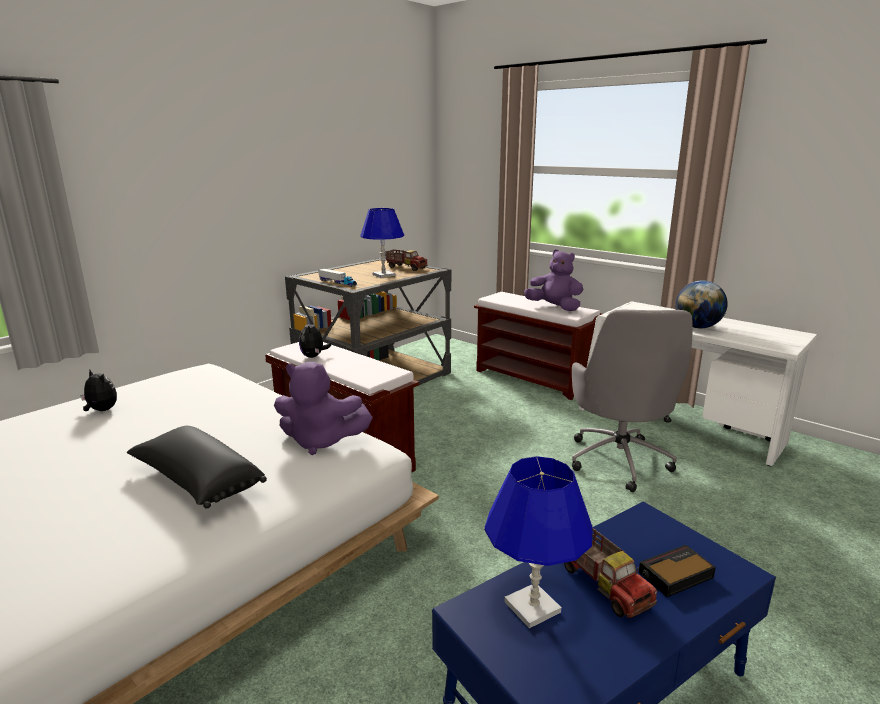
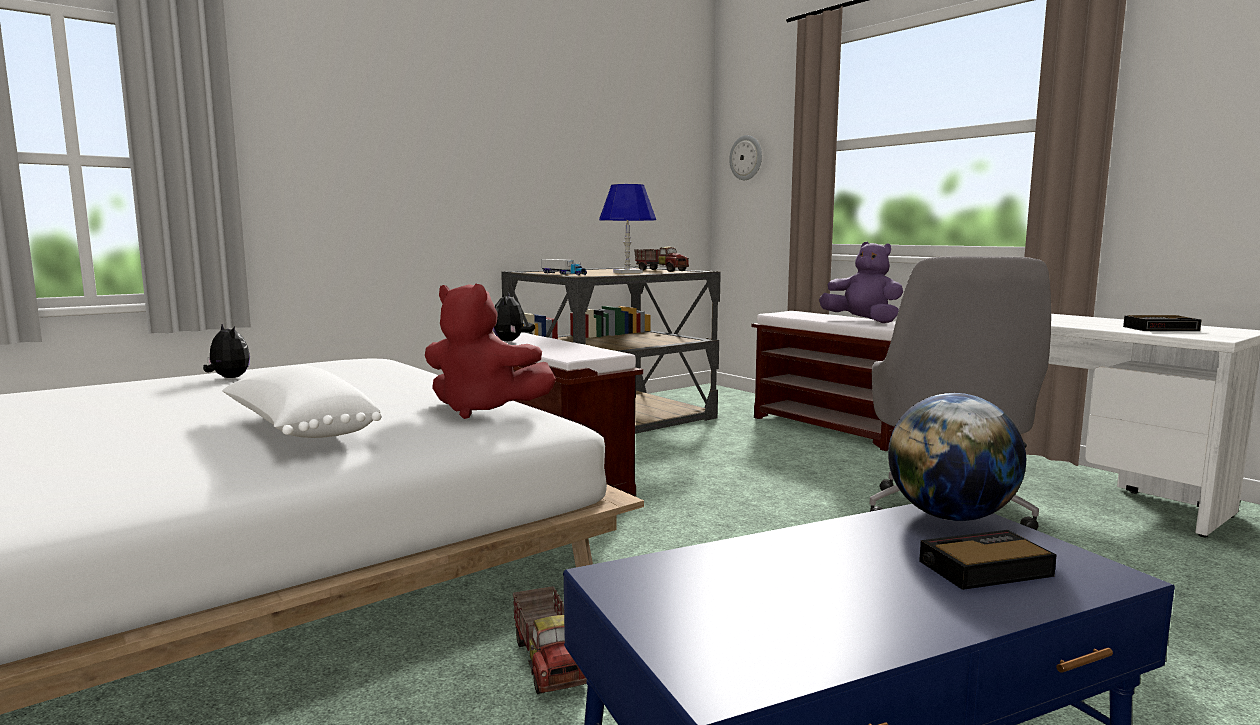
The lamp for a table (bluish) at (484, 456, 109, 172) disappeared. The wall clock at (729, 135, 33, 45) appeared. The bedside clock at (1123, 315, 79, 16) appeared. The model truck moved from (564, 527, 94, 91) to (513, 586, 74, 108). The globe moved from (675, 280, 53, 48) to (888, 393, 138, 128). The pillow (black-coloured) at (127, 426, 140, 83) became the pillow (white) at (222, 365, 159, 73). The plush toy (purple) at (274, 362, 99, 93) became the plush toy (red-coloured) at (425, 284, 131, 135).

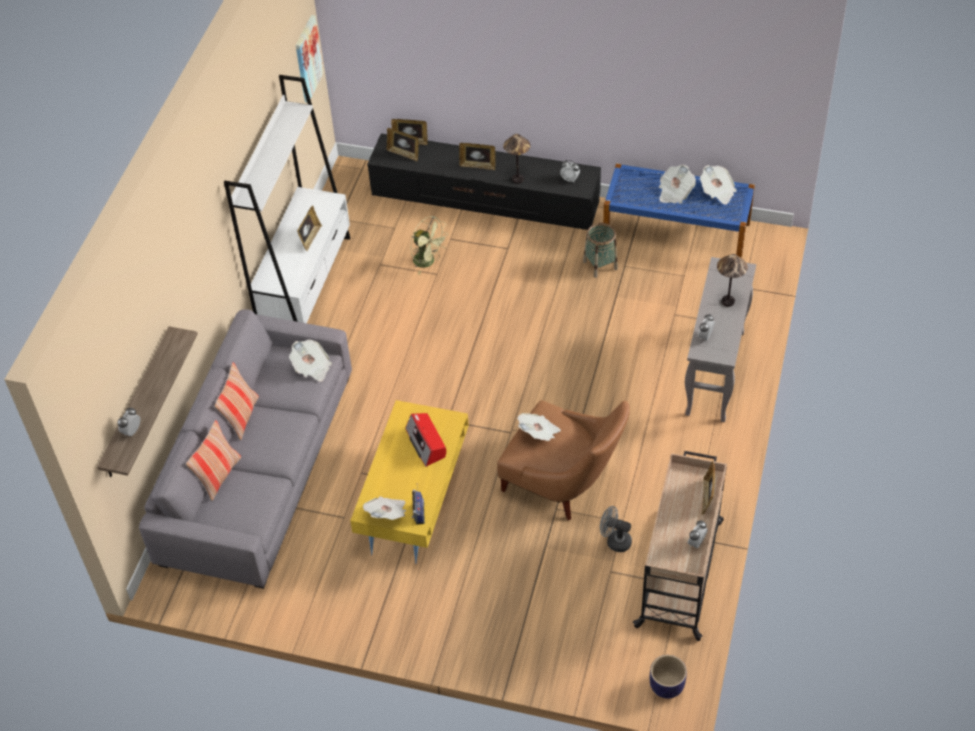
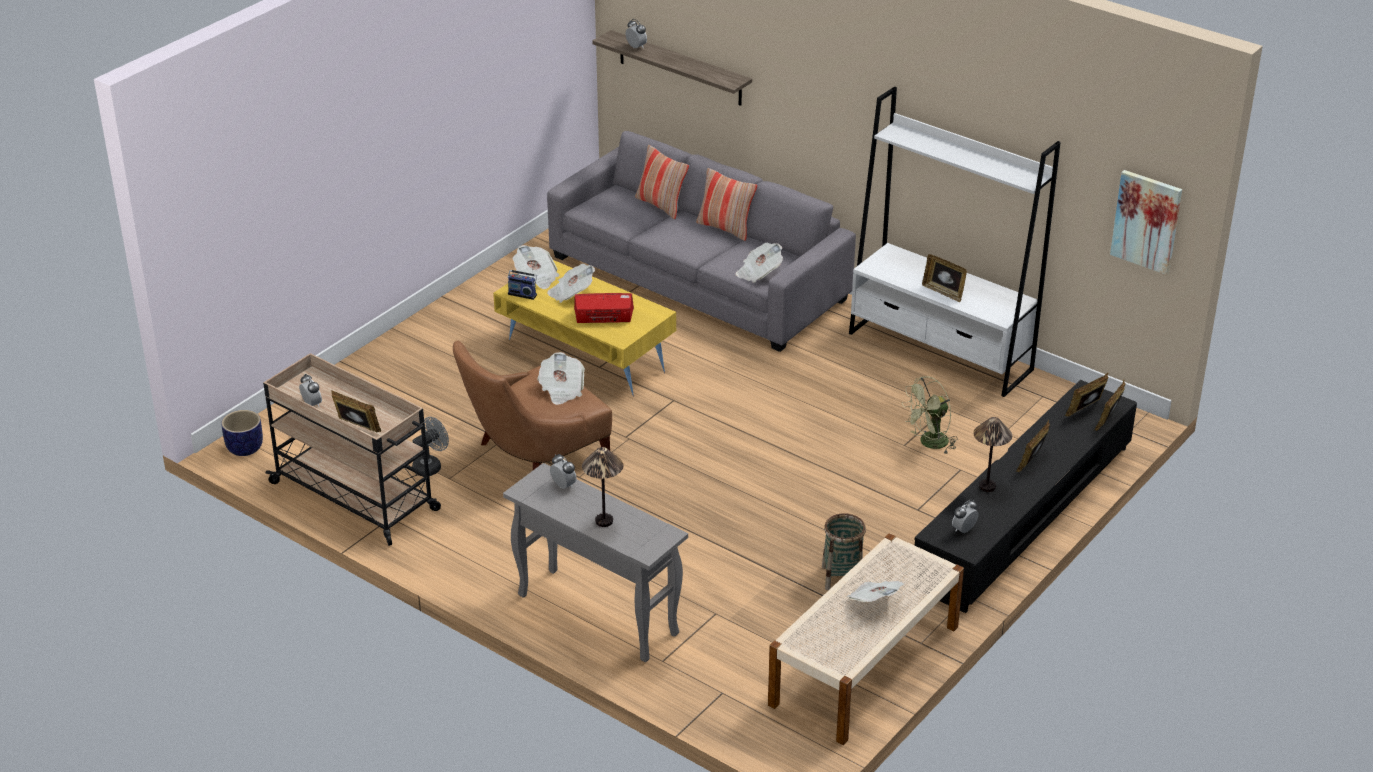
The newspaper moved from (700, 165, 37, 40) to (547, 264, 48, 39). The indoor bench (bluish) at (603, 164, 152, 94) became the indoor bench (beige-coloured) at (768, 533, 196, 212).

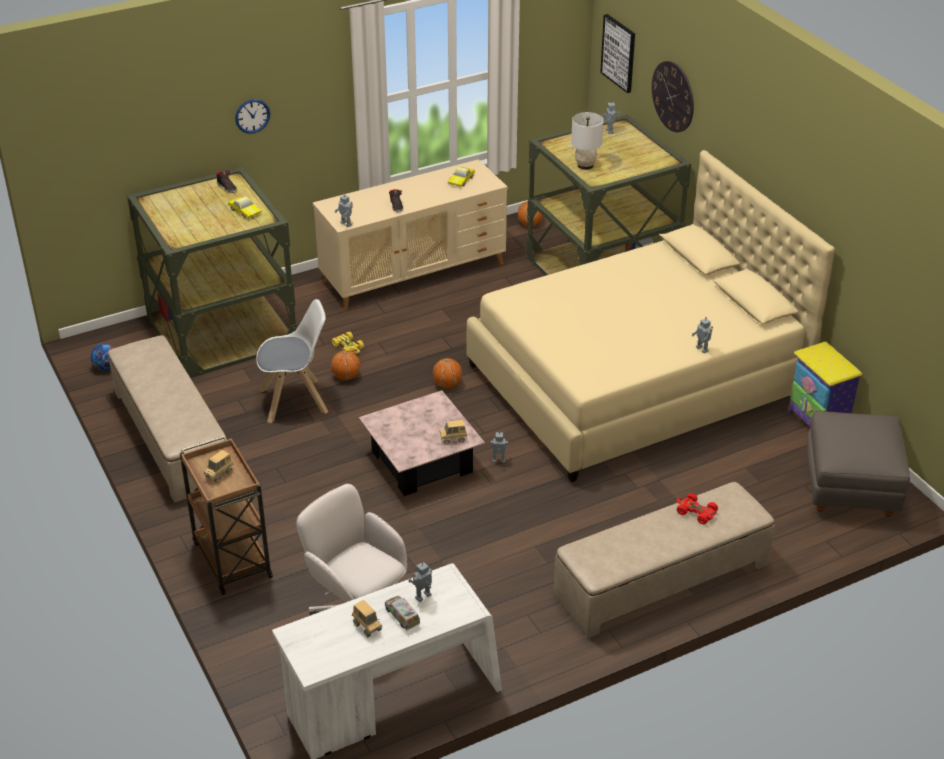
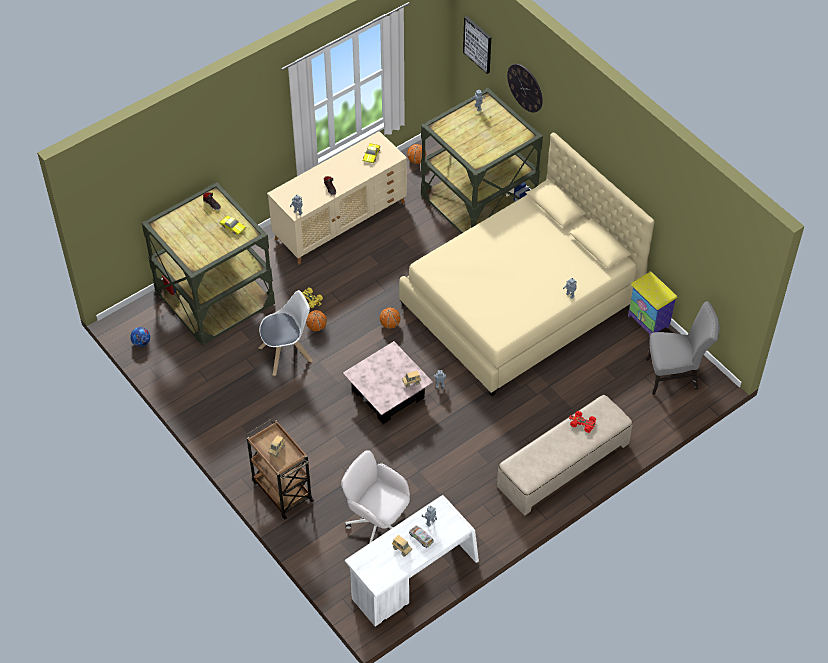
The indoor bench (beige-coloured) at (108, 335, 117, 167) disappeared. The wall clock at (235, 99, 35, 35) disappeared. The lamp for a table (white) at (571, 112, 33, 58) disappeared. The pouffe (gray) at (806, 411, 104, 106) was replaced by the upright chair (gray) at (646, 301, 74, 94).

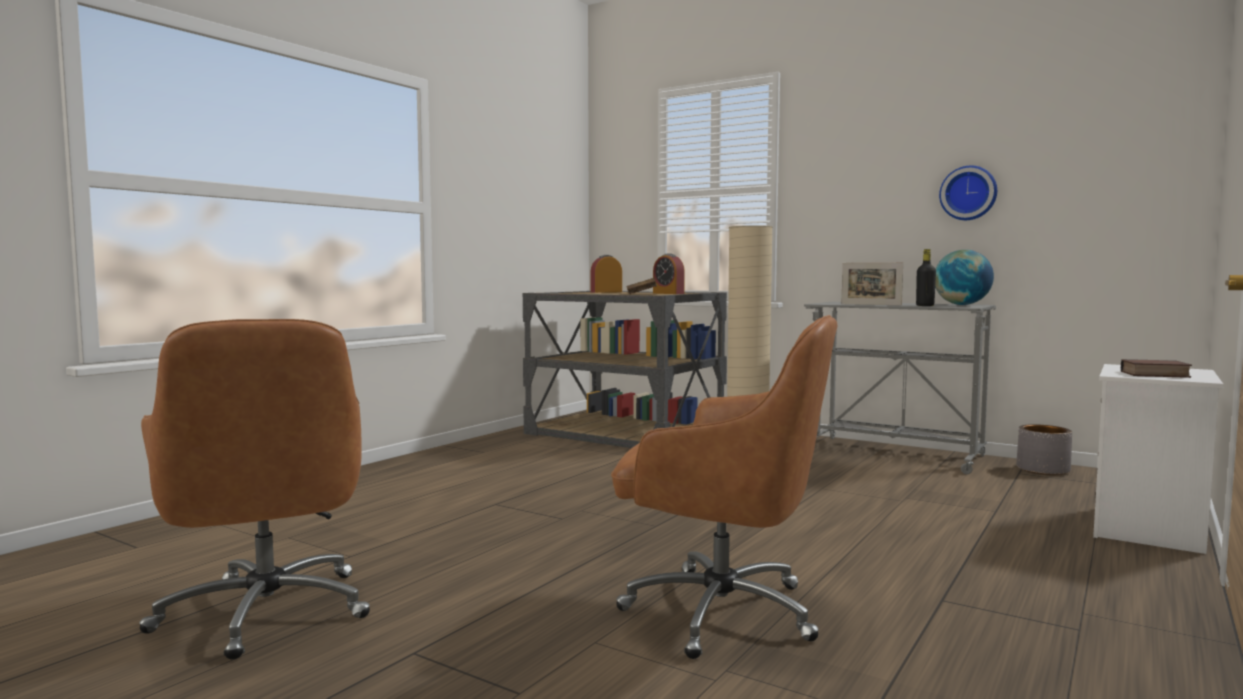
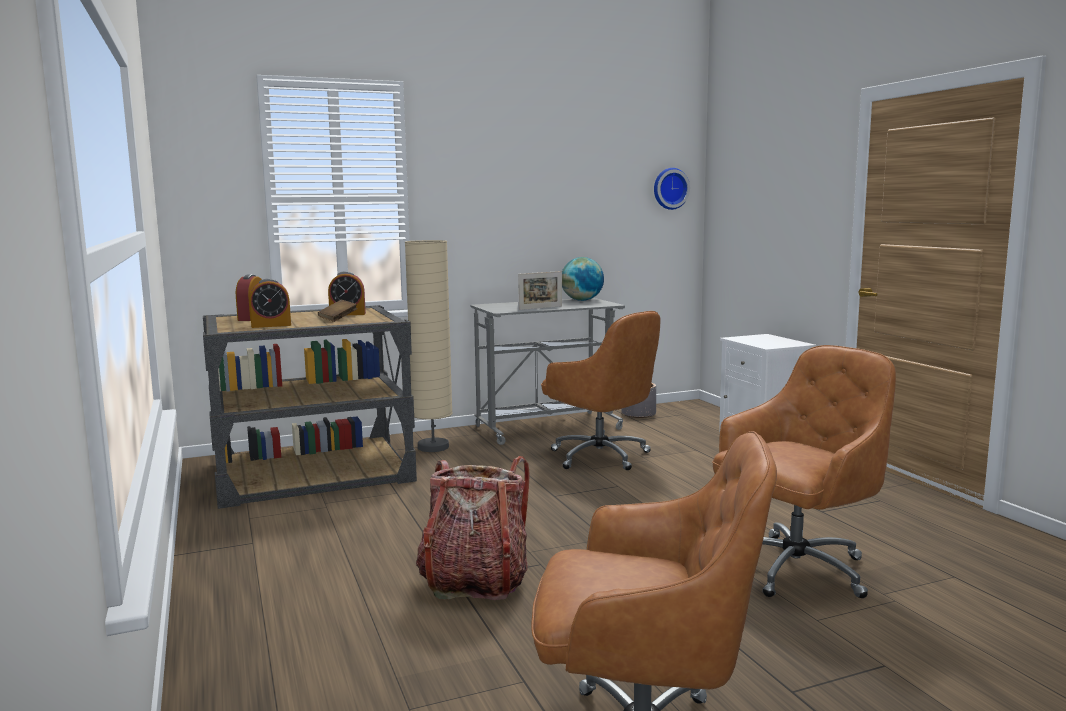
The drink bottle (black-coloured) at (916, 249, 20, 57) disappeared. The book at (1121, 359, 71, 19) disappeared. The bedside clock at (249, 278, 42, 50) appeared. The rucksack at (416, 456, 114, 144) appeared. The office chair (brown) at (541, 311, 119, 159) appeared. The wall clock moved from (939, 165, 58, 55) to (654, 168, 36, 42).

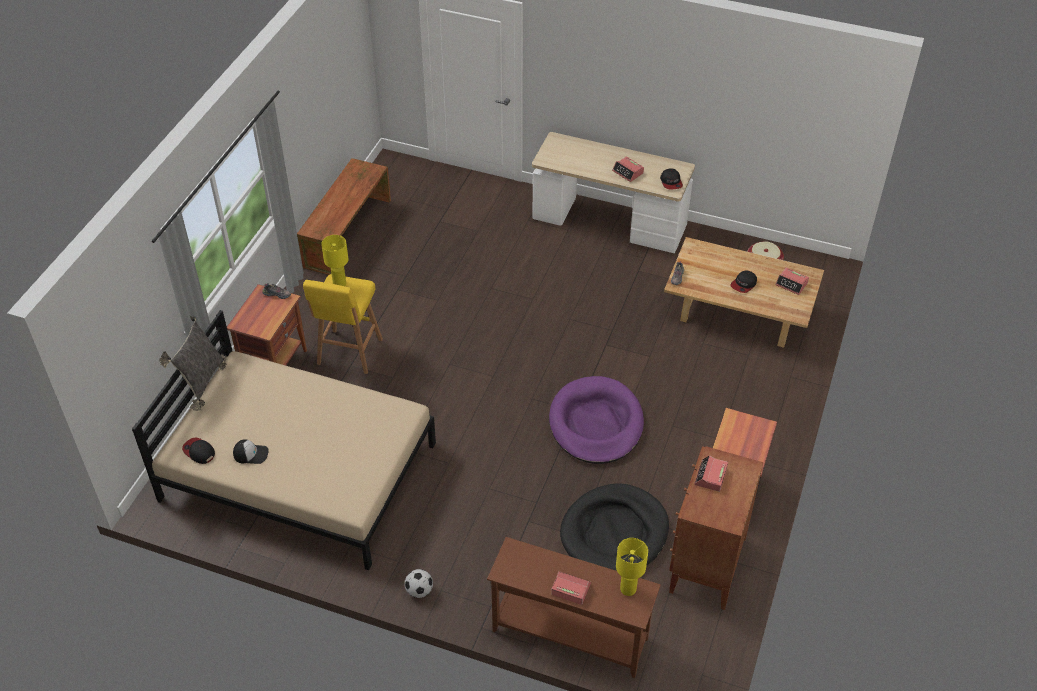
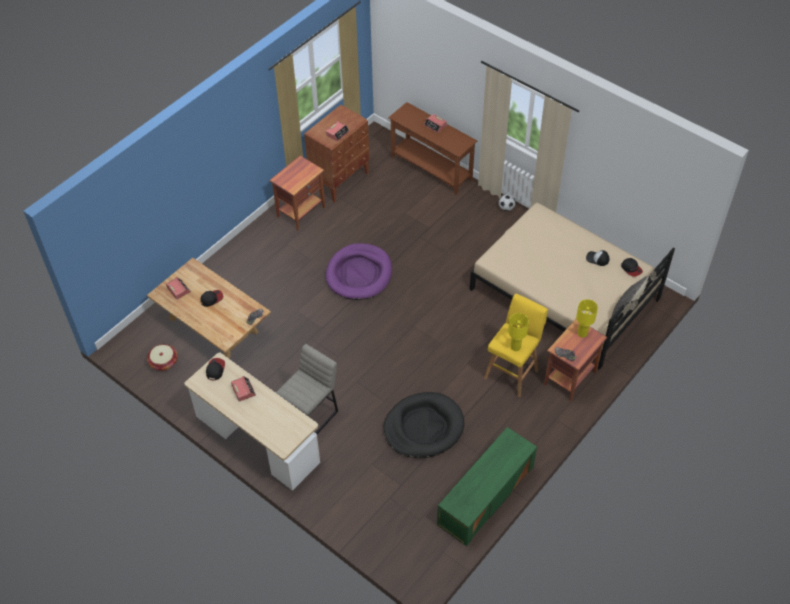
The upright chair (gray) at (276, 344, 62, 90) appeared. The dog cushion (black-coloured) moved from (560, 483, 109, 88) to (384, 392, 80, 66). The lamp for a table (yellow-coloured) moved from (616, 538, 32, 58) to (576, 299, 22, 38). The indoor bench (brown) at (297, 158, 94, 117) became the indoor bench (greenish) at (437, 427, 100, 119).

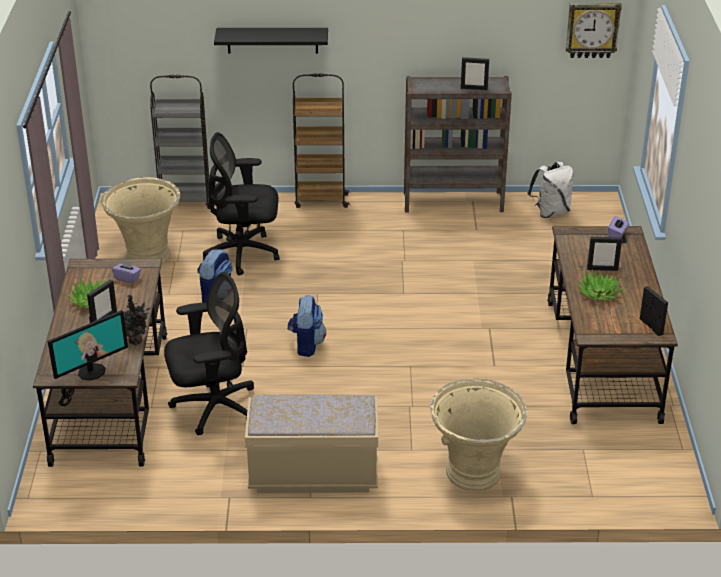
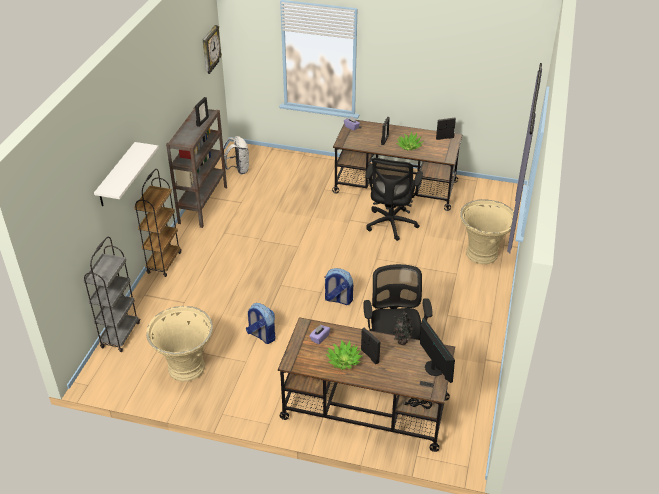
The indoor bench (beige-coloured) at (245, 395, 133, 98) disappeared. The office chair (black-coloured) moved from (203, 132, 77, 144) to (365, 158, 58, 83). The wall shelf (black-coloured) at (214, 28, 114, 26) became the wall shelf (white) at (94, 142, 65, 64).

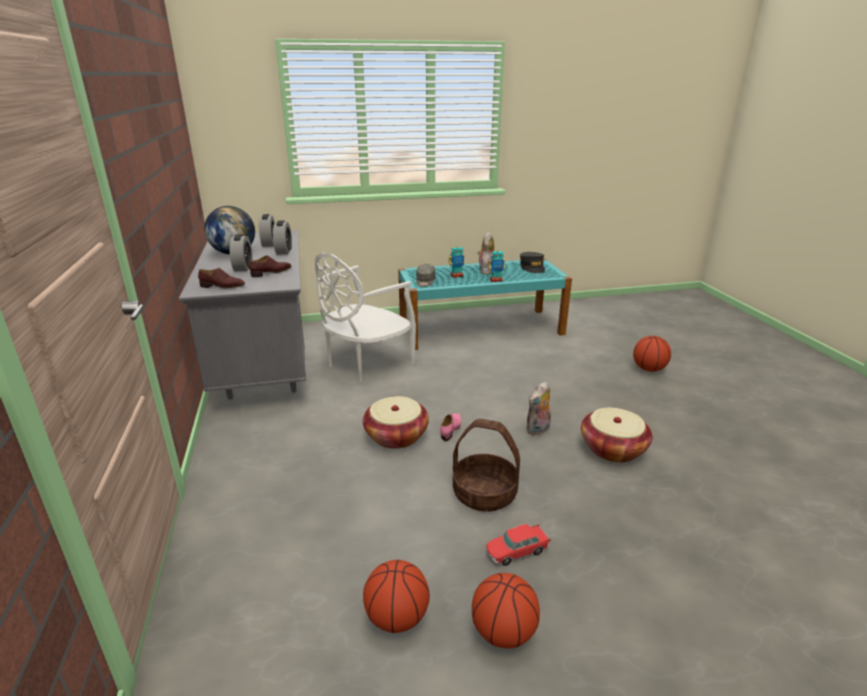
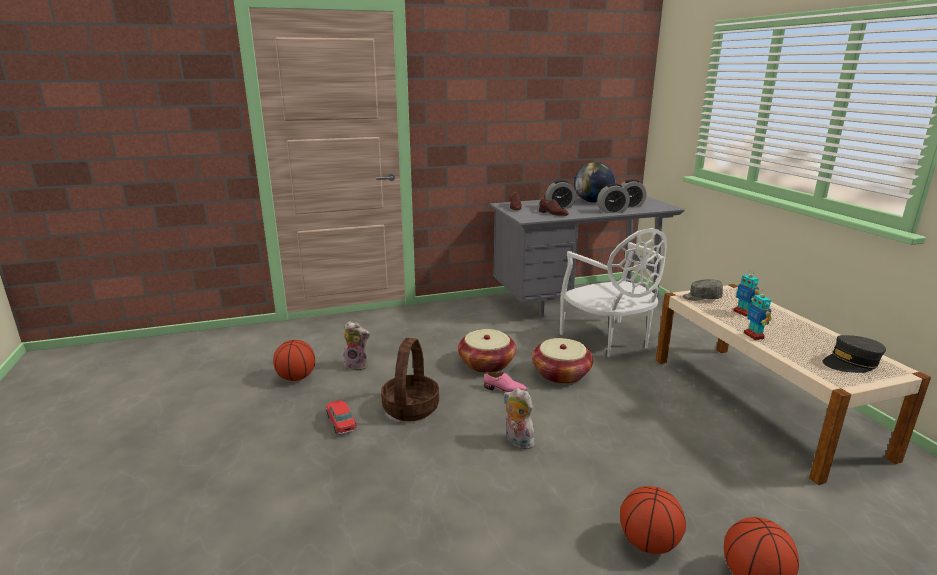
The basketball moved from (472, 573, 68, 75) to (620, 486, 66, 68). The plush toy moved from (478, 232, 16, 43) to (343, 321, 27, 50). The basket moved from (581, 408, 71, 55) to (532, 338, 61, 46). The indoor bench (turquoise-coloured) at (398, 258, 174, 92) became the indoor bench (beige-coloured) at (656, 284, 275, 201). The upright chair (white) at (315, 253, 101, 129) turned 150 degrees counterclockwise.

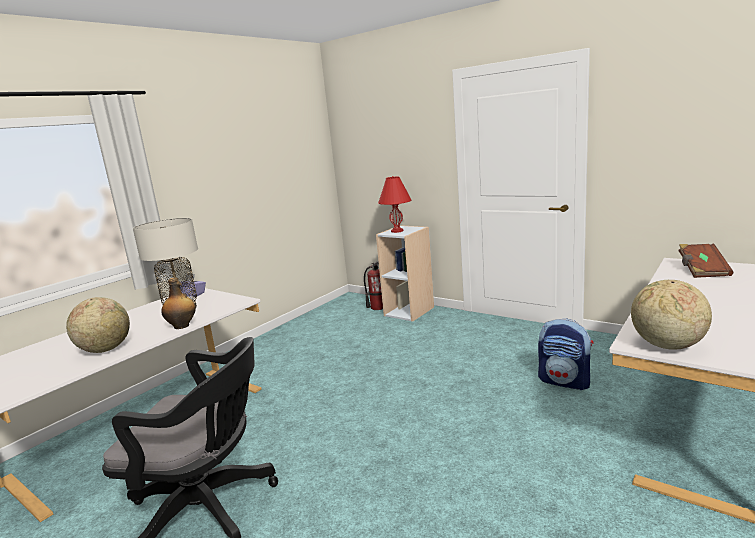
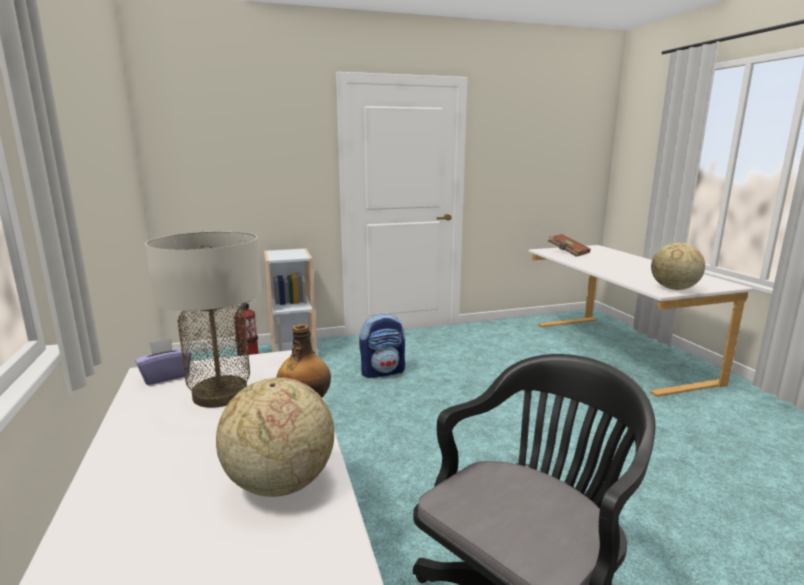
The lamp for a table (red-coloured) at (378, 176, 33, 57) disappeared. The rucksack moved from (538, 319, 55, 71) to (359, 313, 46, 65).

